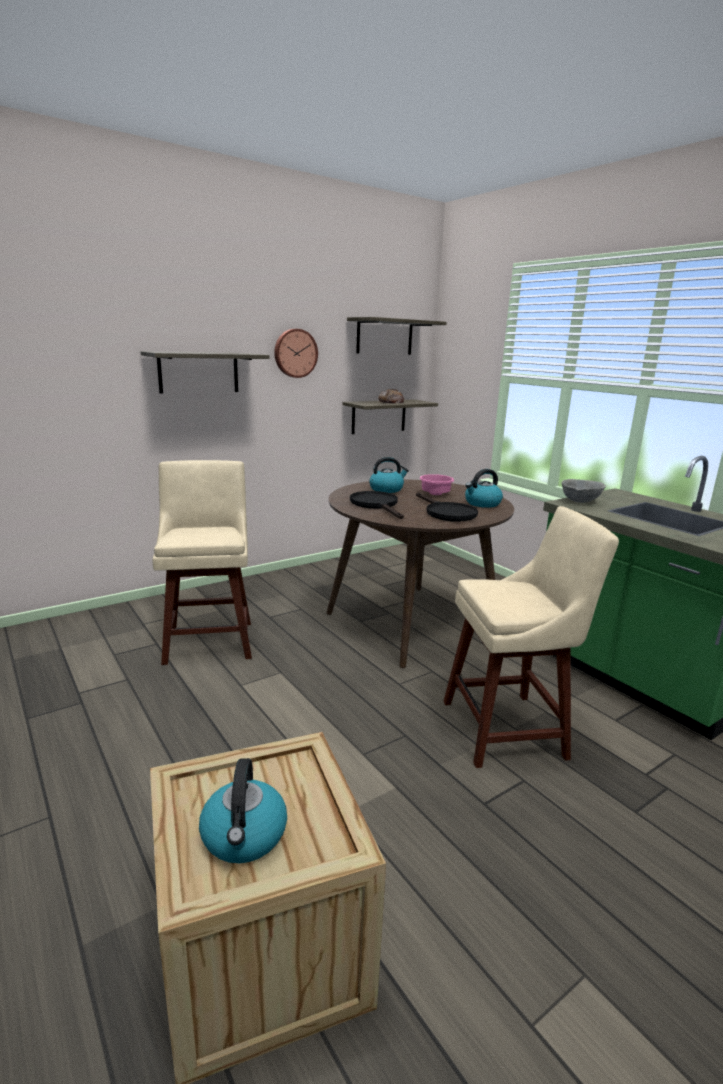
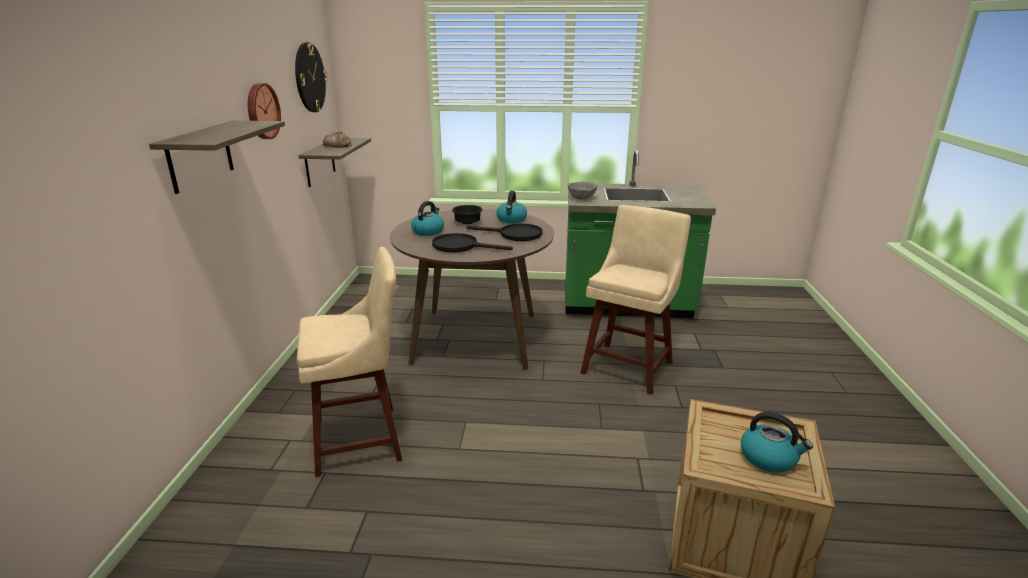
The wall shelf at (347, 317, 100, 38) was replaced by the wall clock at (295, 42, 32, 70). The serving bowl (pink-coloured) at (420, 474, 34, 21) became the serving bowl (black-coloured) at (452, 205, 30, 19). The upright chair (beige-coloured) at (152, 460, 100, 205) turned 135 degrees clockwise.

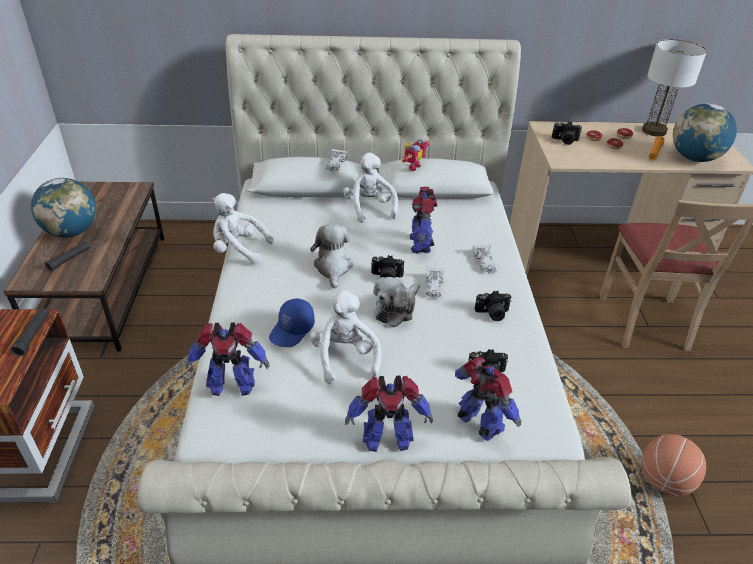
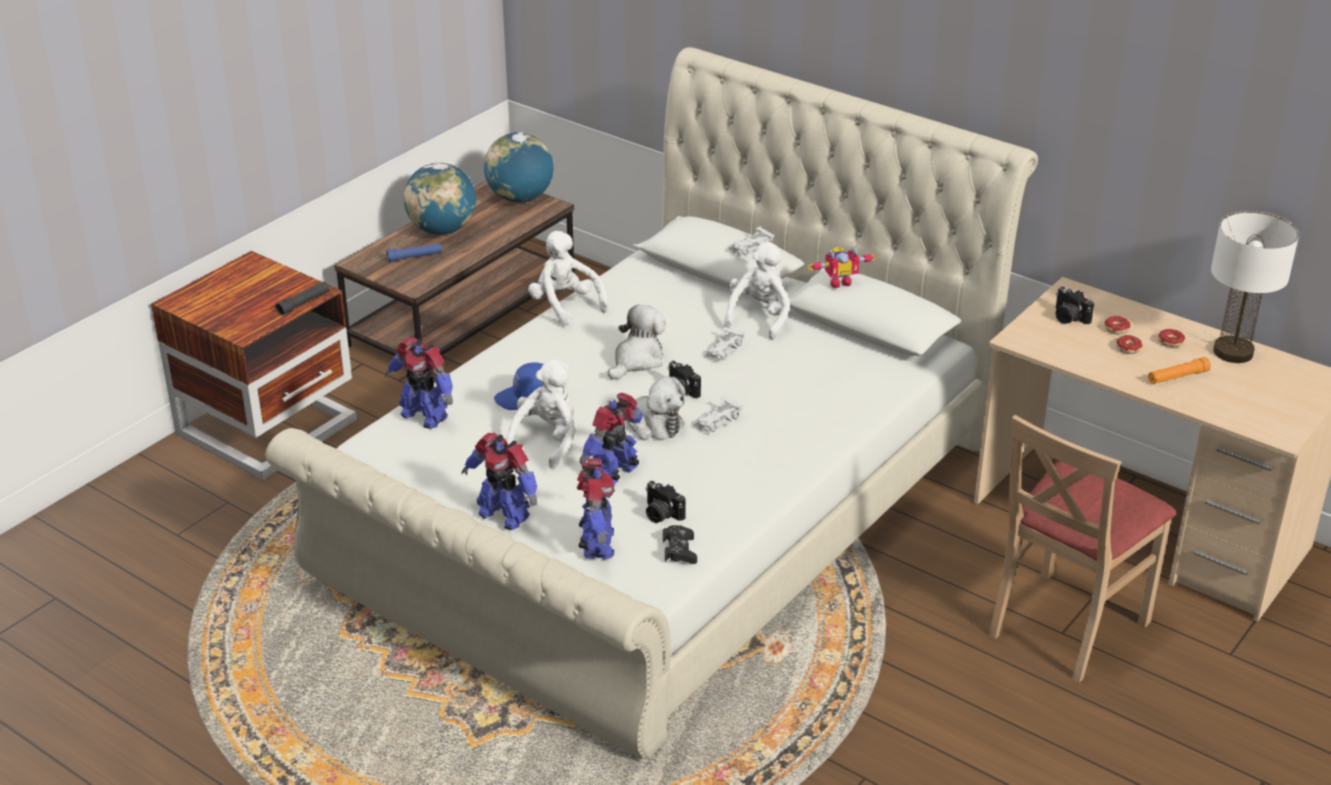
The photo camera at (475, 291, 36, 30) disappeared. The basketball at (642, 434, 64, 62) disappeared. The joypad (black-coloured) at (663, 525, 34, 39) appeared. The model robot moved from (410, 187, 27, 67) to (579, 393, 64, 91). The model car (white) moved from (473, 245, 24, 28) to (705, 326, 40, 37). The globe moved from (673, 103, 64, 59) to (484, 132, 70, 70). The torch (black-coloured) at (45, 241, 45, 30) became the torch (bluish) at (387, 243, 55, 19). The plush toy at (373, 277, 47, 50) turned 135 degrees counterclockwise.

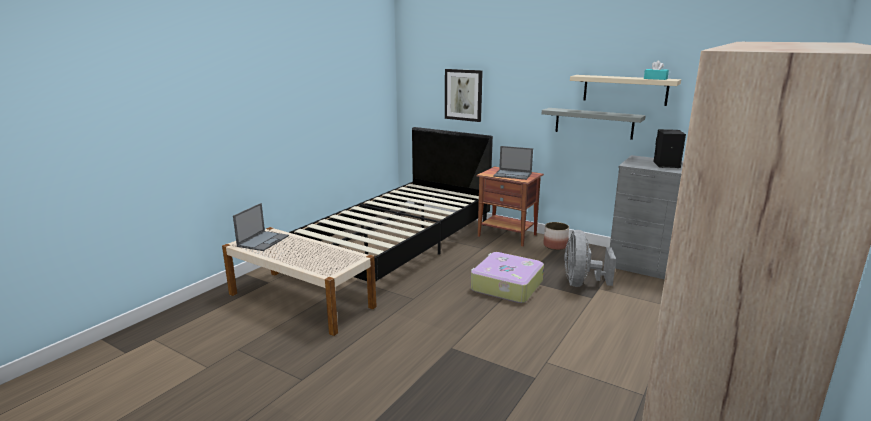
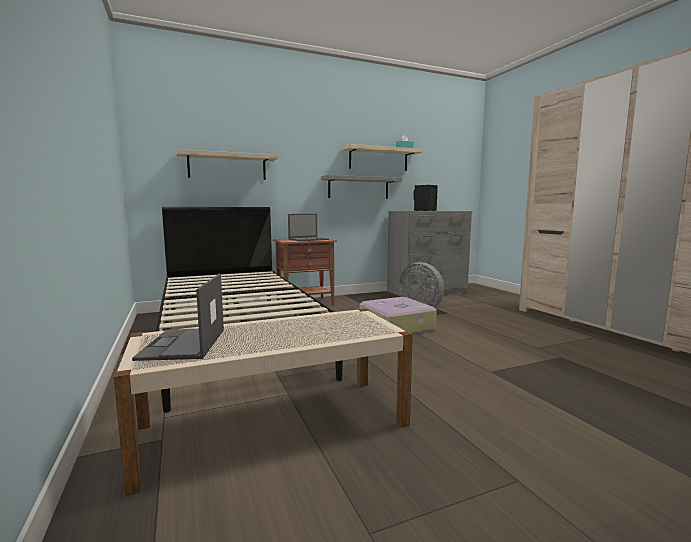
The flower pot at (543, 222, 26, 28) disappeared. The wall picture at (445, 69, 38, 53) was replaced by the wall shelf (beige-coloured) at (176, 149, 102, 31). The portable computer at (233, 203, 56, 48) turned 150 degrees counterclockwise.

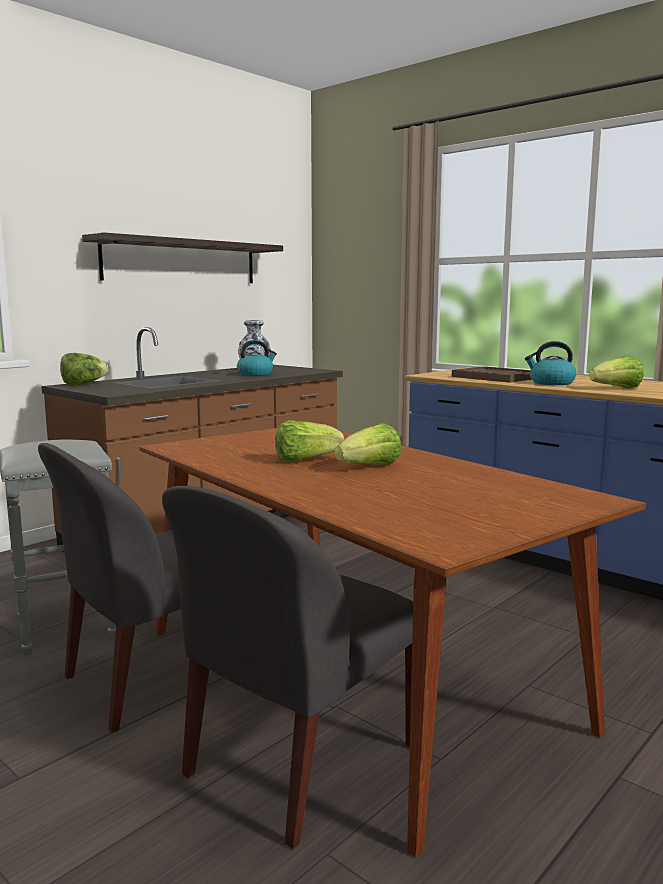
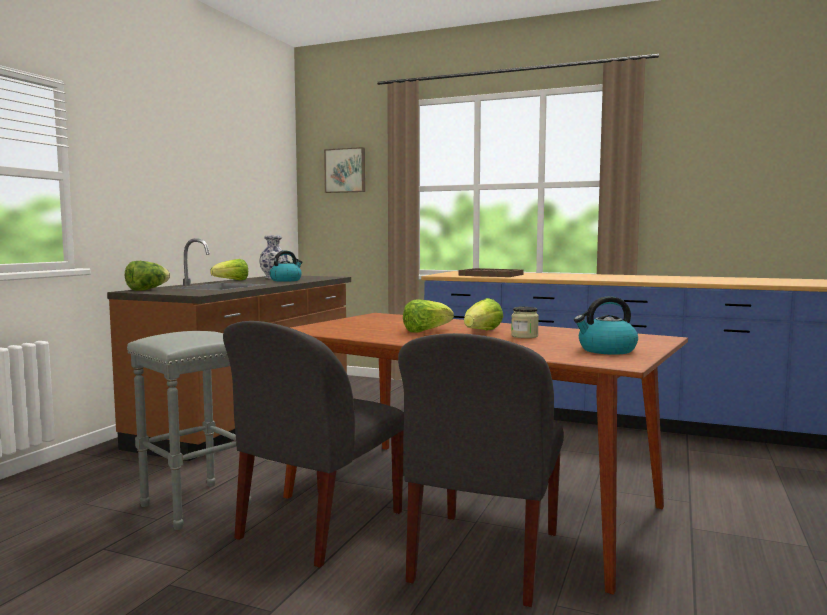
The wall shelf at (82, 232, 201, 51) disappeared. The wall picture at (324, 147, 41, 46) appeared. The preserve jar at (511, 307, 28, 31) appeared. The kettle moved from (525, 341, 51, 44) to (574, 296, 64, 59). The lettuce head moved from (589, 356, 55, 32) to (210, 259, 38, 22).

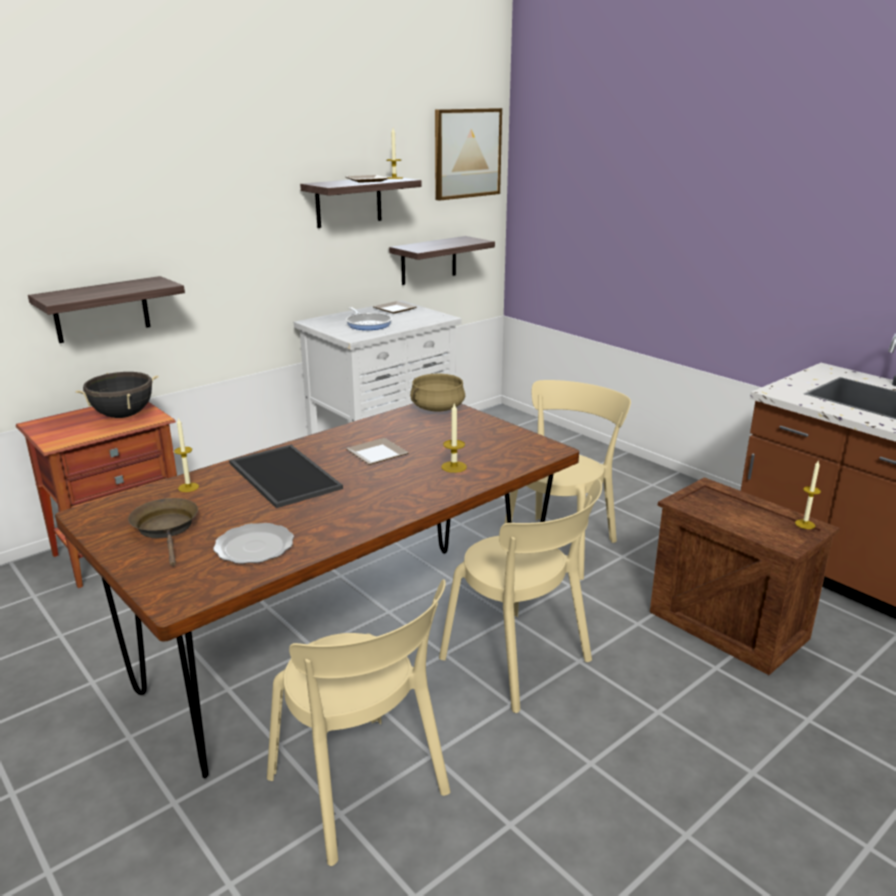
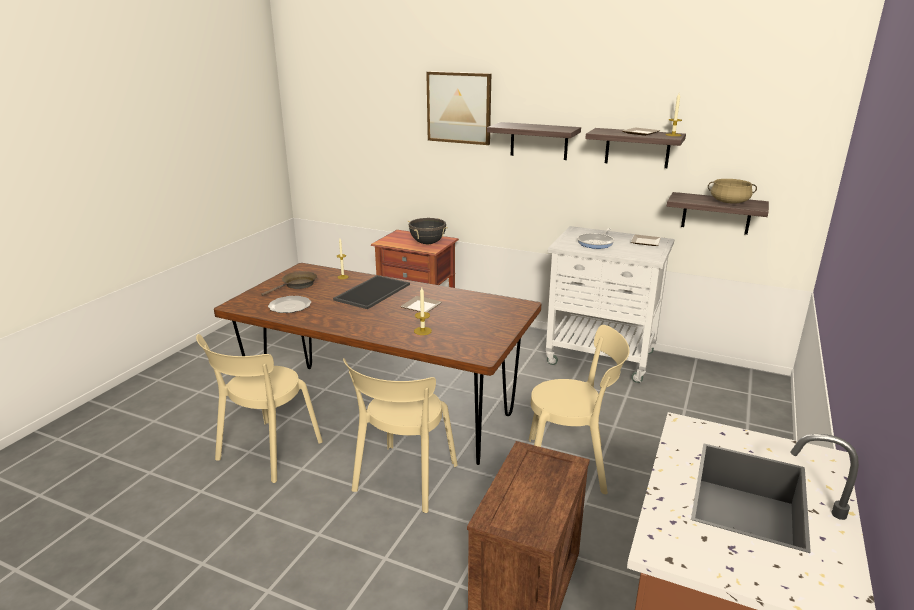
The candle at (795, 461, 26, 68) disappeared. The wall shelf moved from (28, 276, 157, 67) to (487, 122, 94, 38). The cooking pot (beige-coloured) moved from (410, 374, 55, 38) to (708, 179, 49, 25). The wall picture moved from (435, 108, 67, 93) to (426, 71, 65, 74).

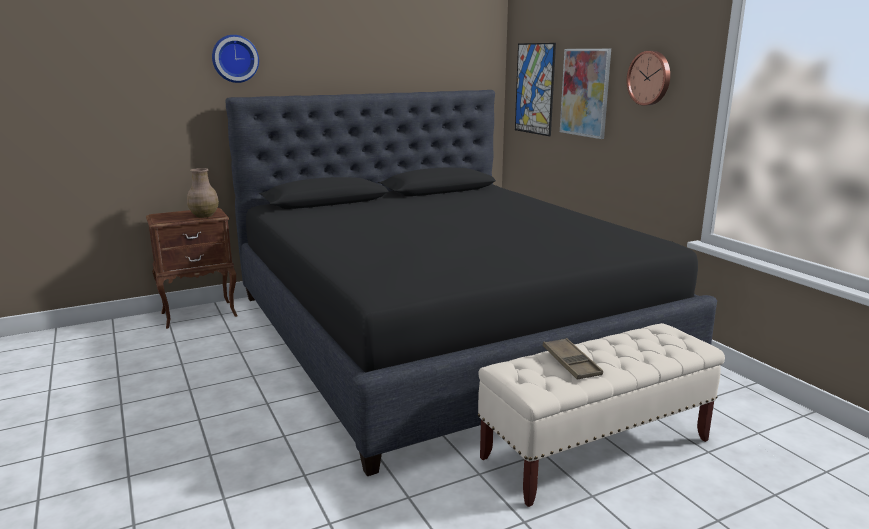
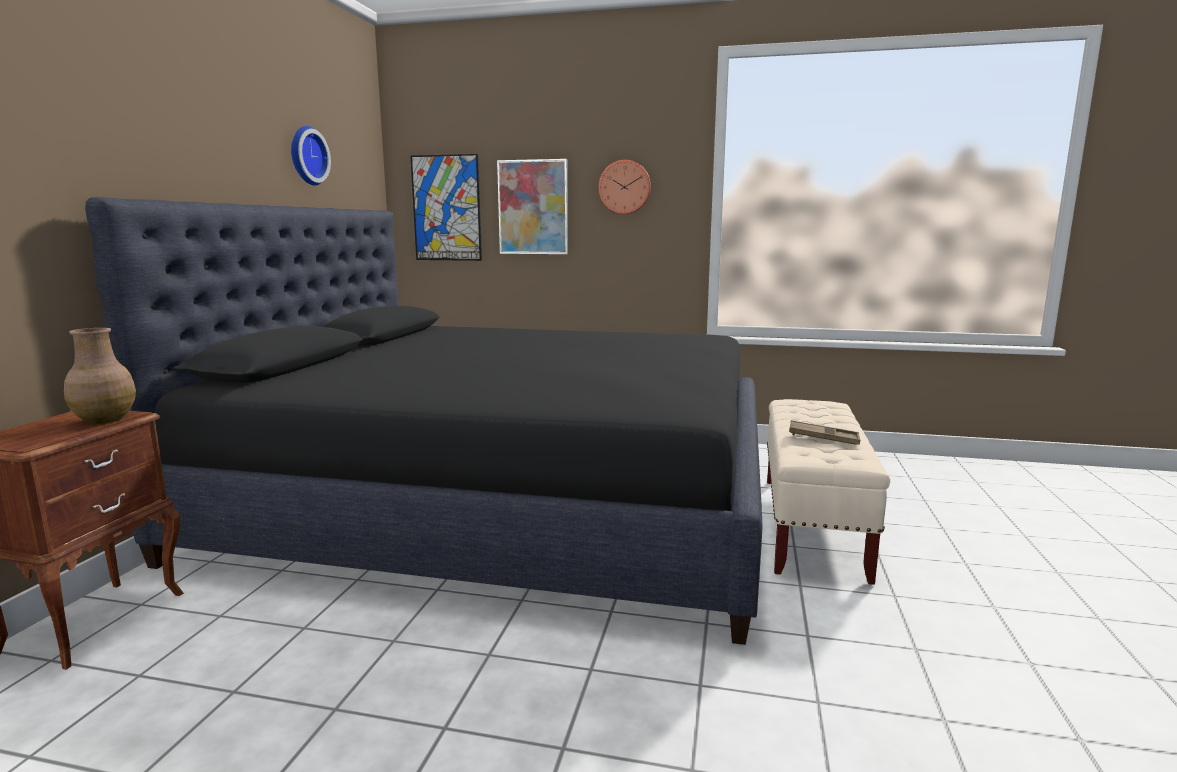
The wall clock moved from (212, 35, 47, 48) to (291, 126, 40, 59).

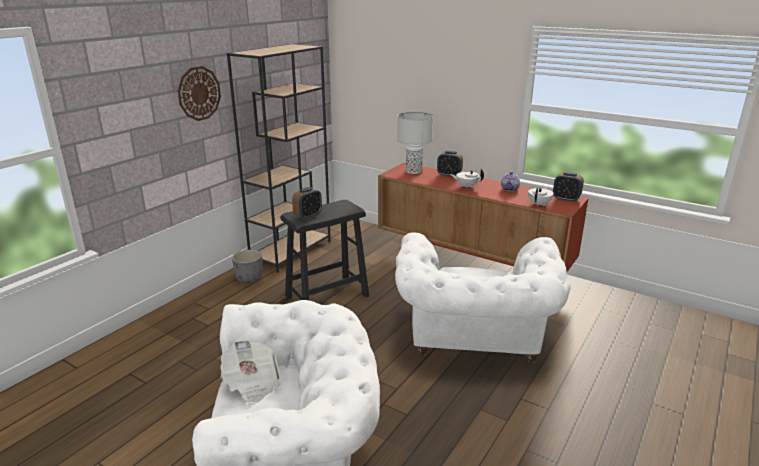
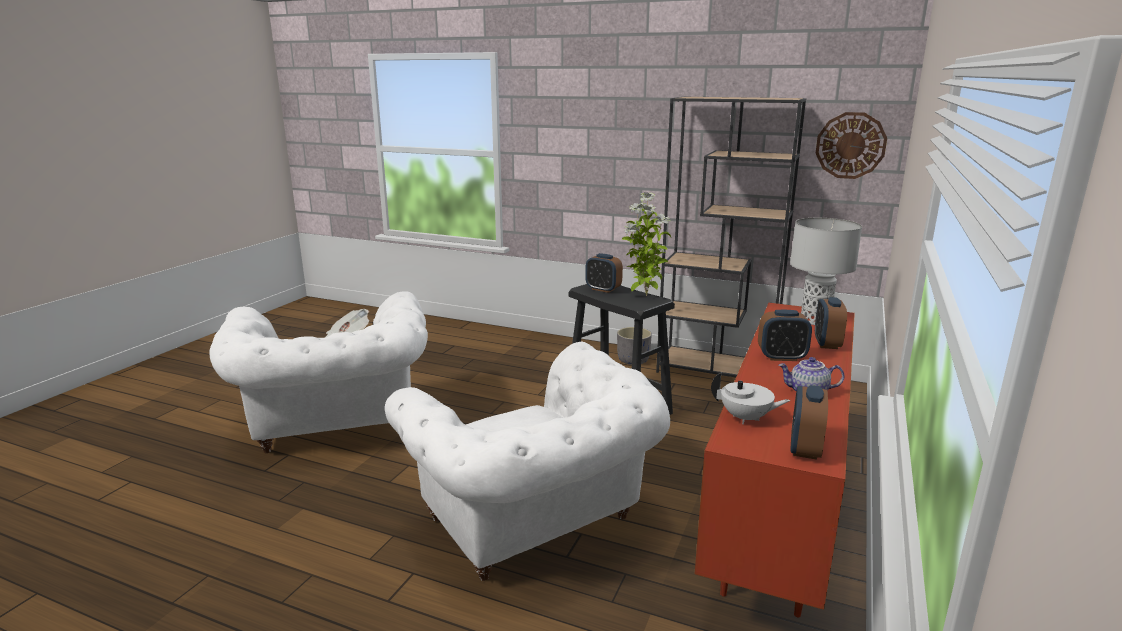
The plant in a pot at (622, 192, 49, 104) appeared. The wall clock moved from (178, 66, 43, 55) to (816, 112, 71, 67). The tea pot (white) at (450, 169, 34, 20) was replaced by the bedside clock at (758, 310, 54, 51). The lounge chair (white) at (395, 232, 176, 131) turned 120 degrees counterclockwise.

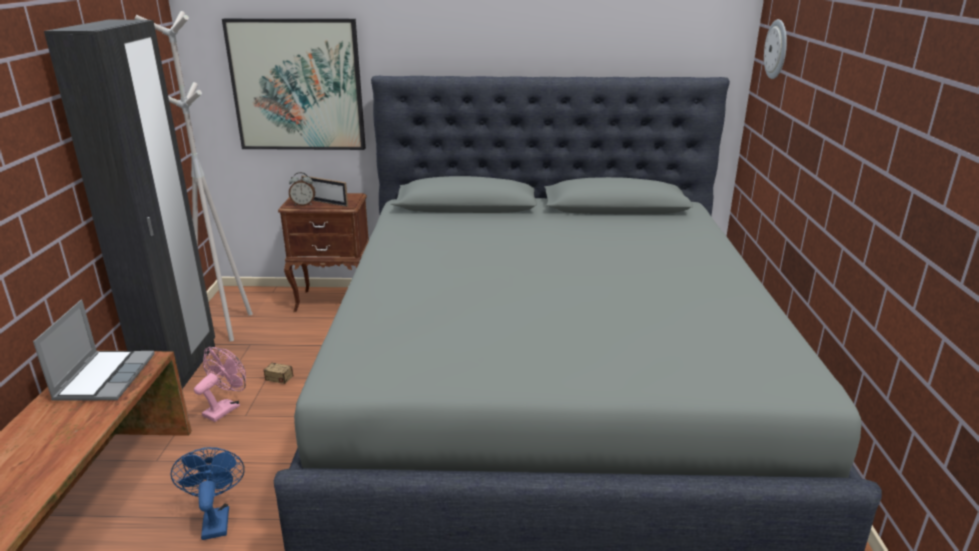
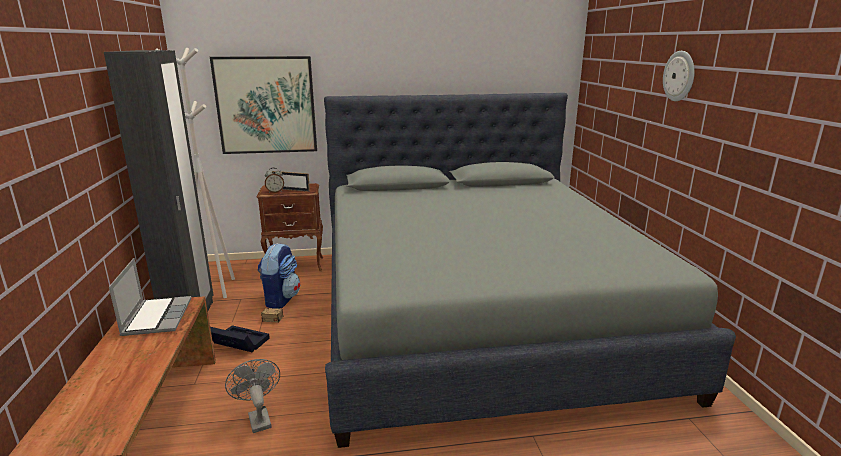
The rucksack at (258, 243, 42, 66) appeared. The wall clock moved from (764, 19, 23, 60) to (663, 51, 32, 50). The fan (pink-coloured) at (194, 347, 52, 75) was replaced by the storage bin (black-coloured) at (210, 325, 60, 28). The fan (bluish) at (170, 447, 75, 93) became the fan (gray) at (225, 359, 55, 74).

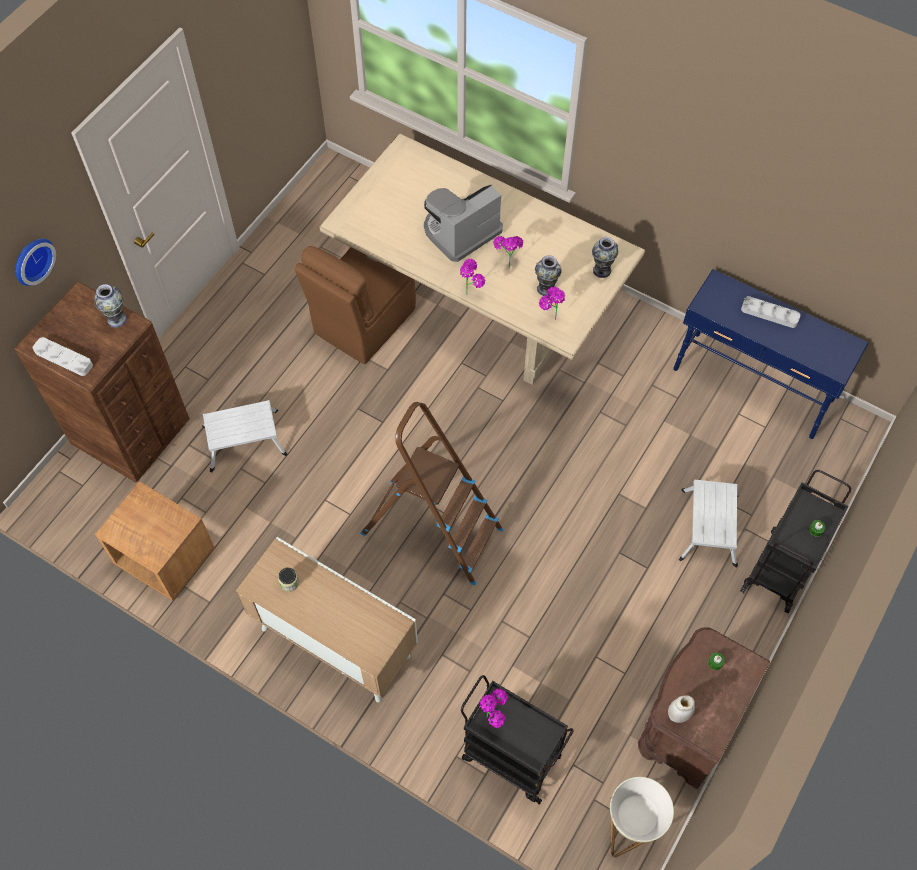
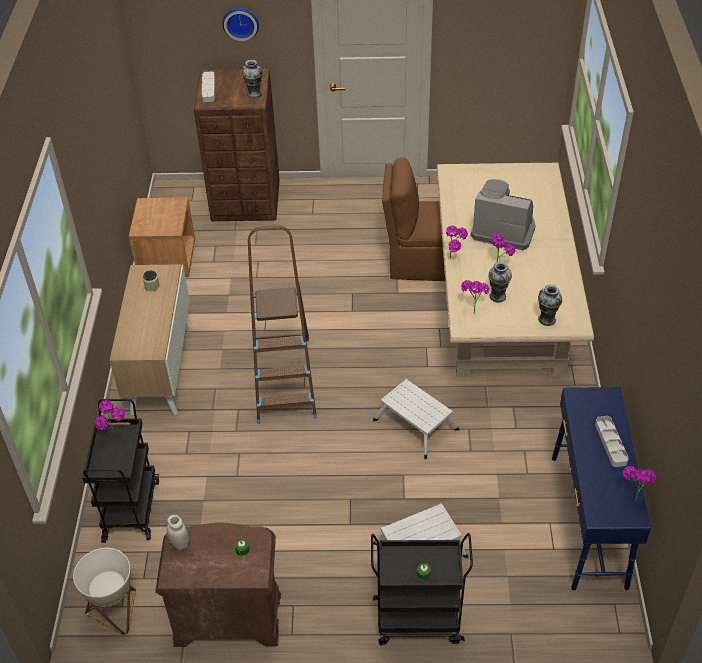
The plant in a pot at (623, 466, 33, 36) appeared. The step ladder (white) moved from (202, 400, 86, 72) to (373, 379, 87, 80).

